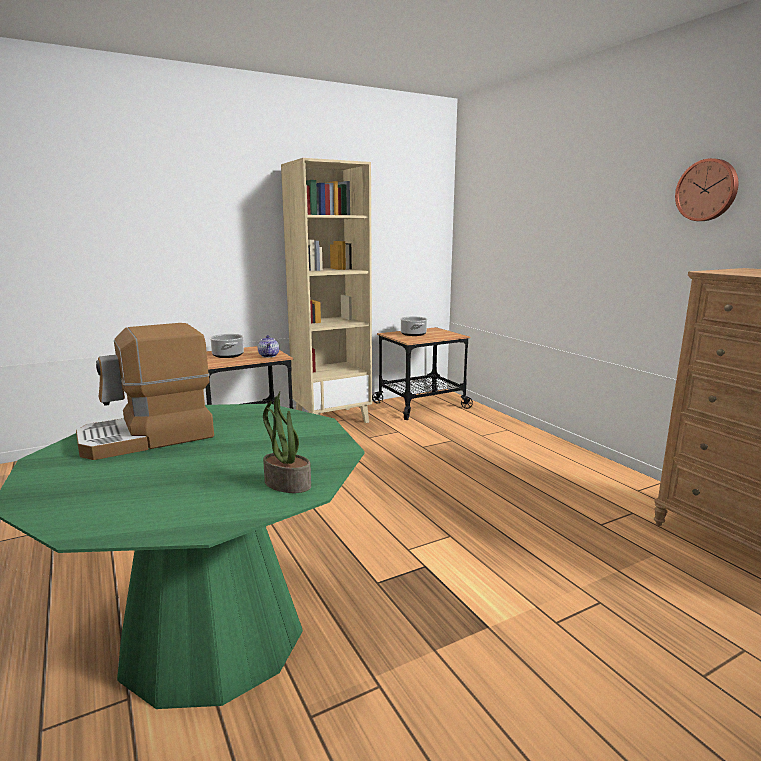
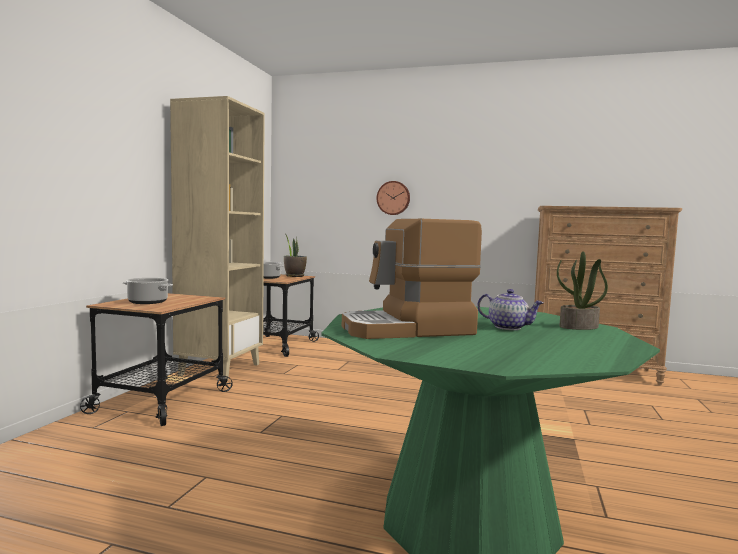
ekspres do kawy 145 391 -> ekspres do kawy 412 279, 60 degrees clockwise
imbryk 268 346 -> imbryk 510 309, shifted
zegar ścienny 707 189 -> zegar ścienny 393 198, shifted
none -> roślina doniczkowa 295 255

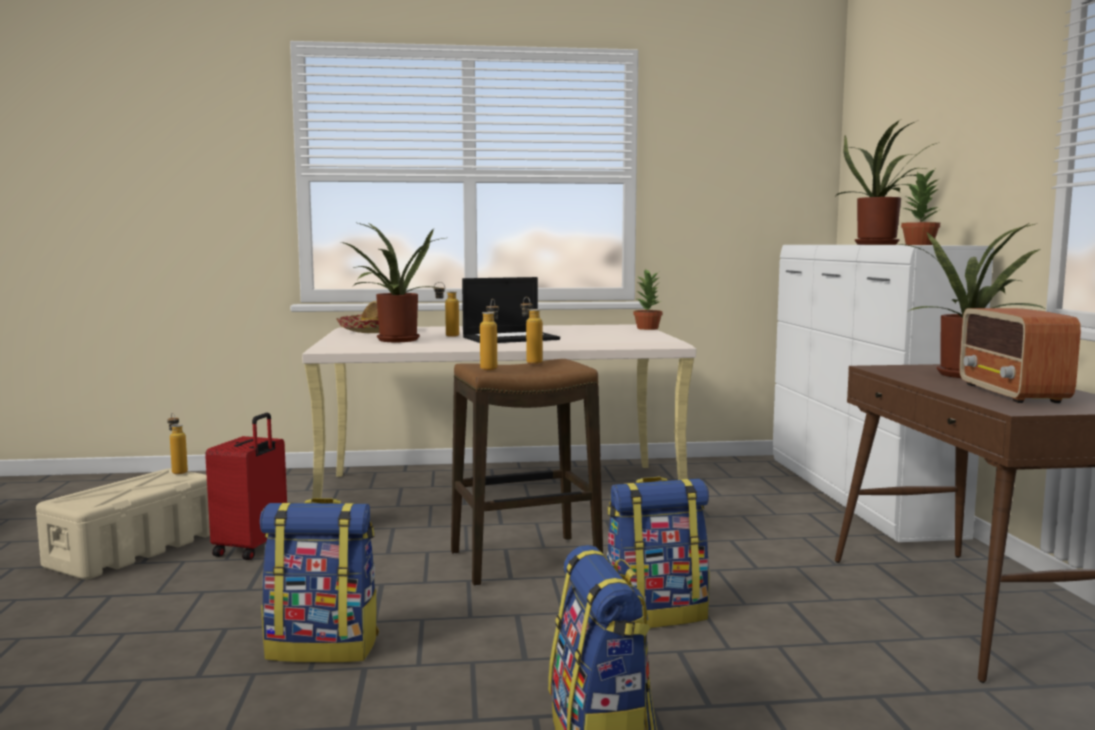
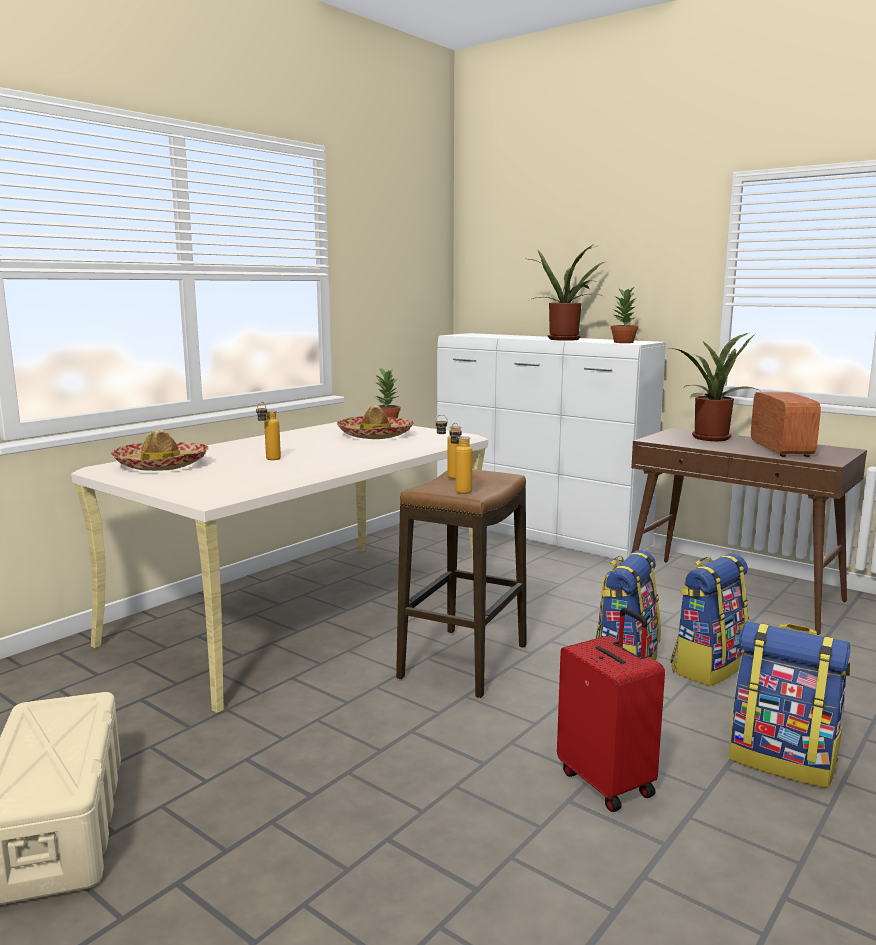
butelka 177 443 -> none
walizka/czerwony 246 486 -> walizka/czerwony 611 710, shifted
plecak 319 580 -> plecak 710 620, shifted
roślina doniczkowa 392 282 -> none
laptop 511 310 -> none
radio 1020 355 -> radio 786 424, 135 degrees counterclockwise
none -> kapelusz 375 422

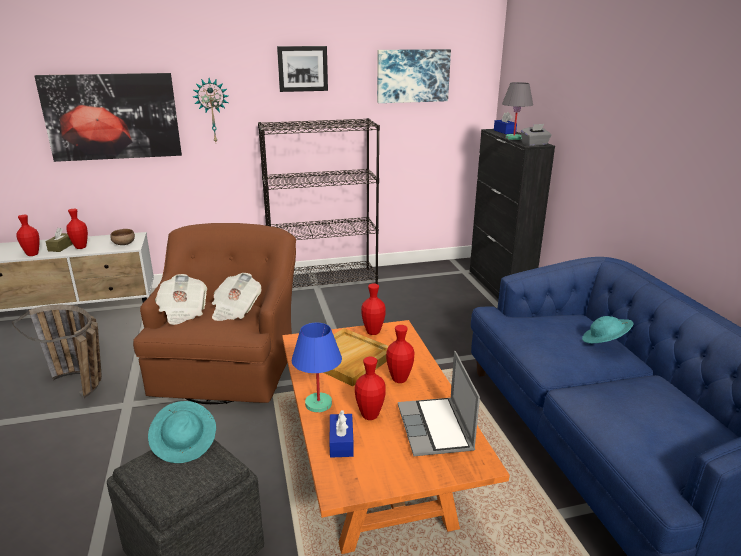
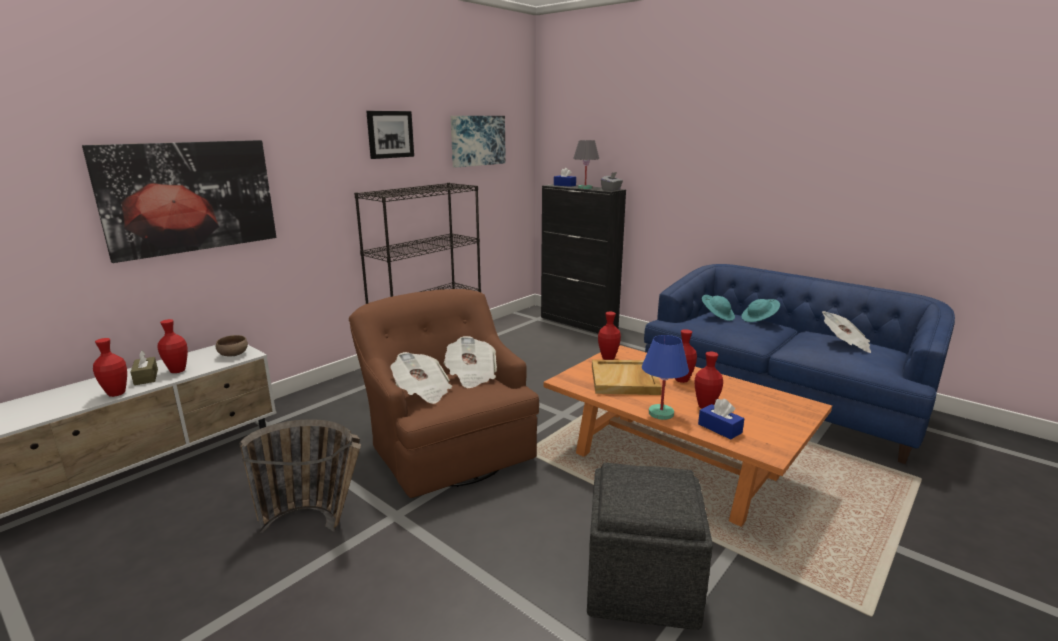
kapelusz/turkusowy 182 432 -> kapelusz/turkusowy 718 308, shifted
zegar ścienny 210 110 -> none
laptop 439 403 -> none
none -> gazeta 846 332

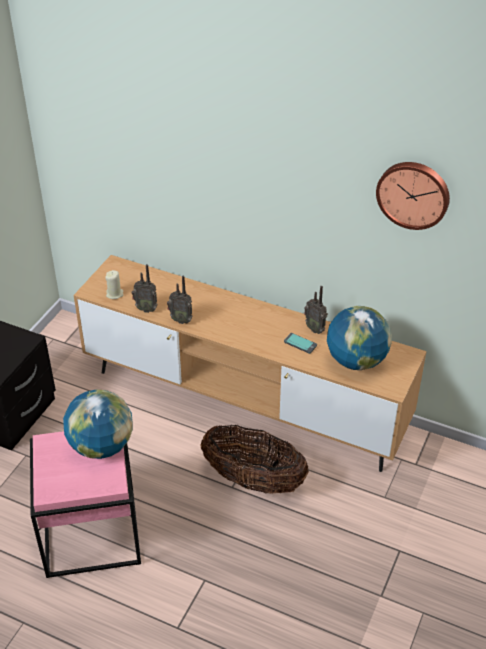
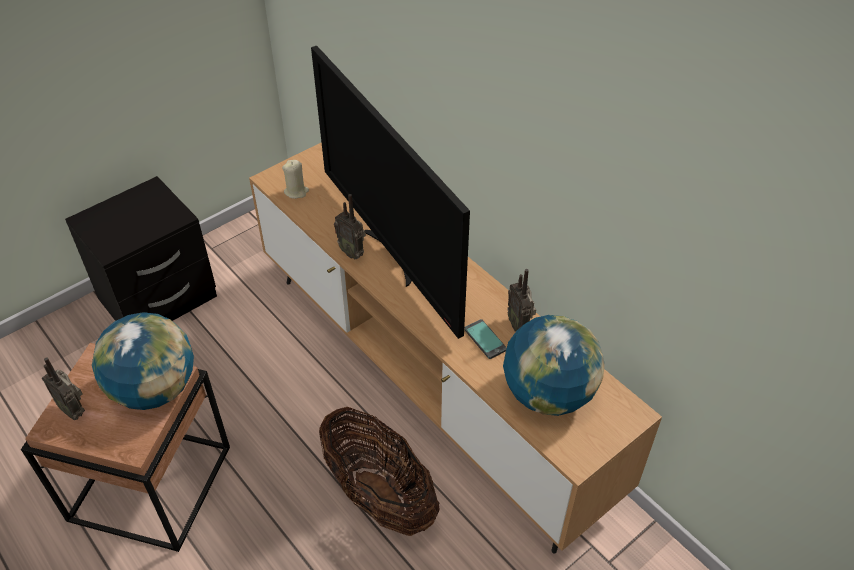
stolik/różowy 85 504 -> stolik/brązowy 125 447
radio 145 288 -> radio 63 388, shifted
zegar ścienny 413 196 -> none
none -> telewizor 390 192

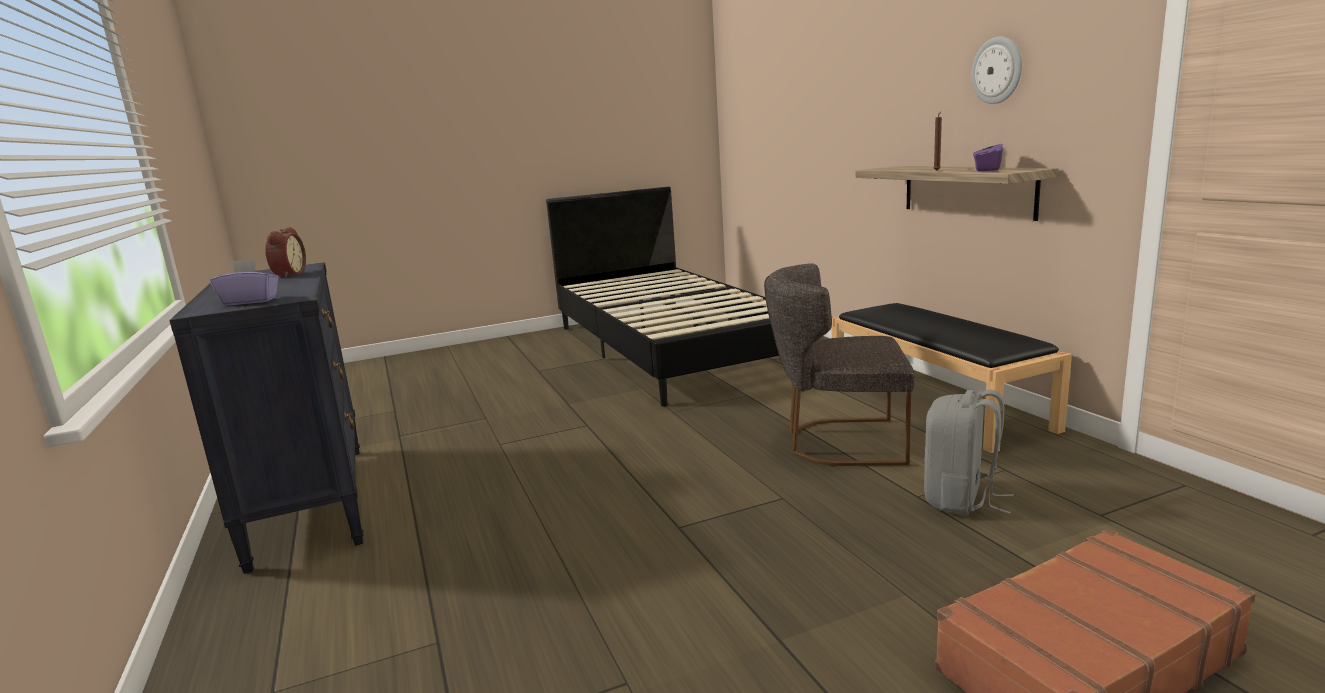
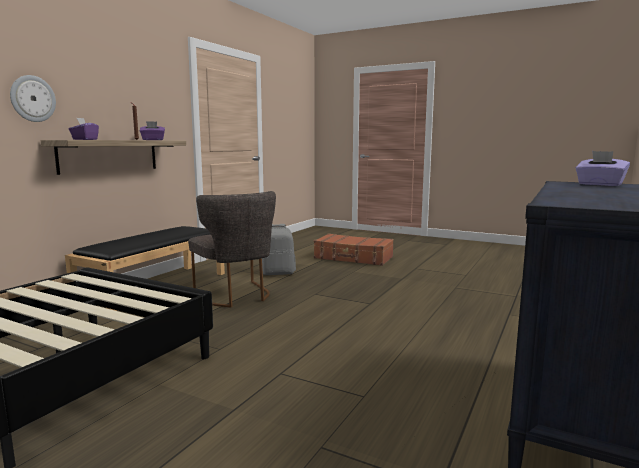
budzik 285 252 -> none
zegar ścienny 996 70 -> zegar ścienny 33 98, shifted
none -> pudełko chusteczek/fioletowy 84 129

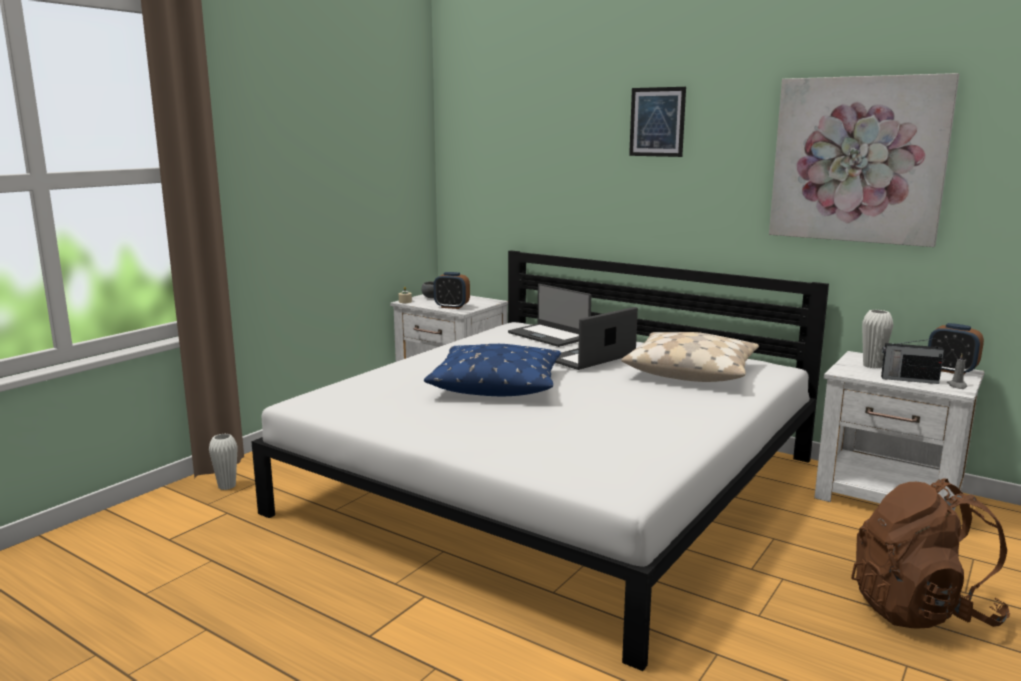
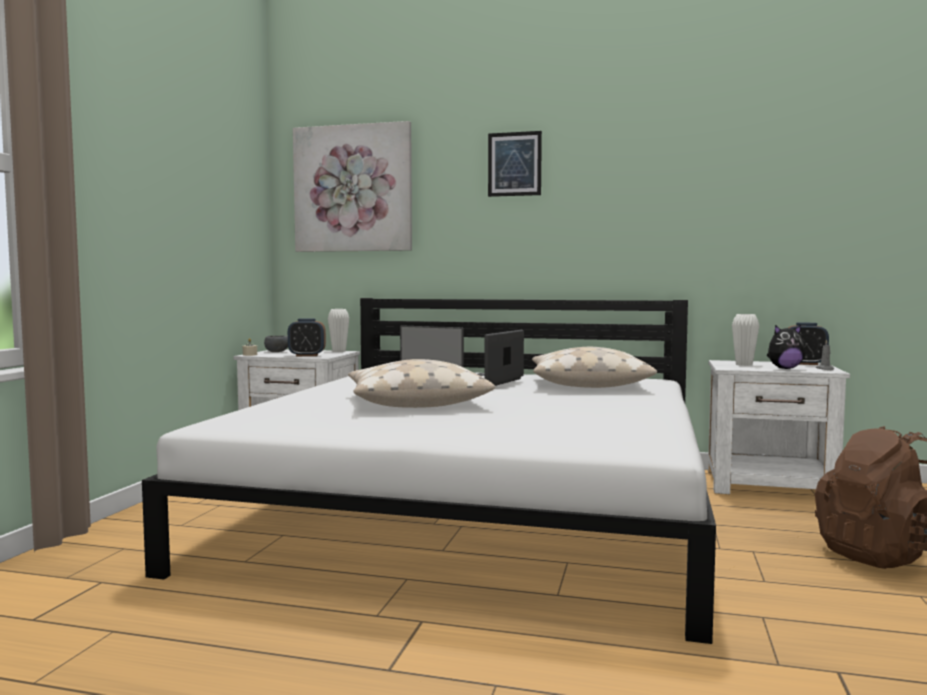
wazon/biały 223 461 -> wazon/biały 338 330, shifted
poduszka/niebieski 492 370 -> poduszka/beżowy 421 383
obraz 864 160 -> obraz 352 186, shifted
radio 912 361 -> pluszak 786 347

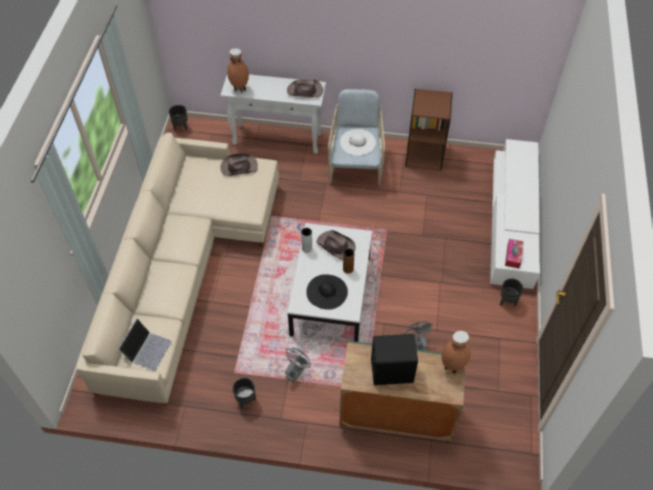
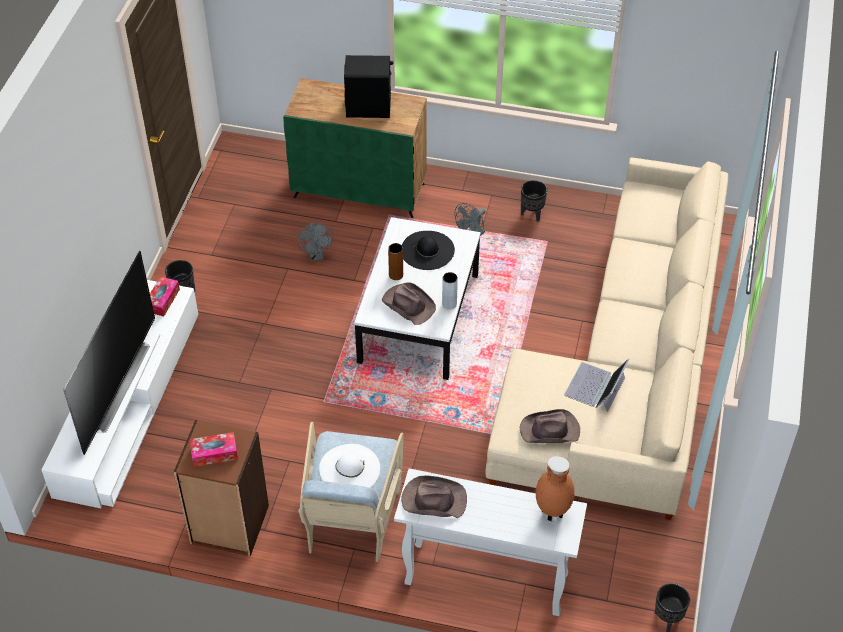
laptop 145 345 -> laptop 596 385, shifted
wazon/brązowy 456 352 -> none
none -> telewizor 109 353
none -> pudełko chusteczek 214 449

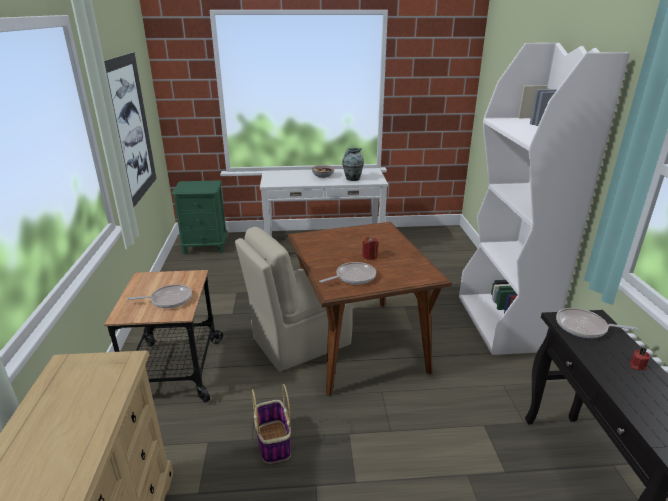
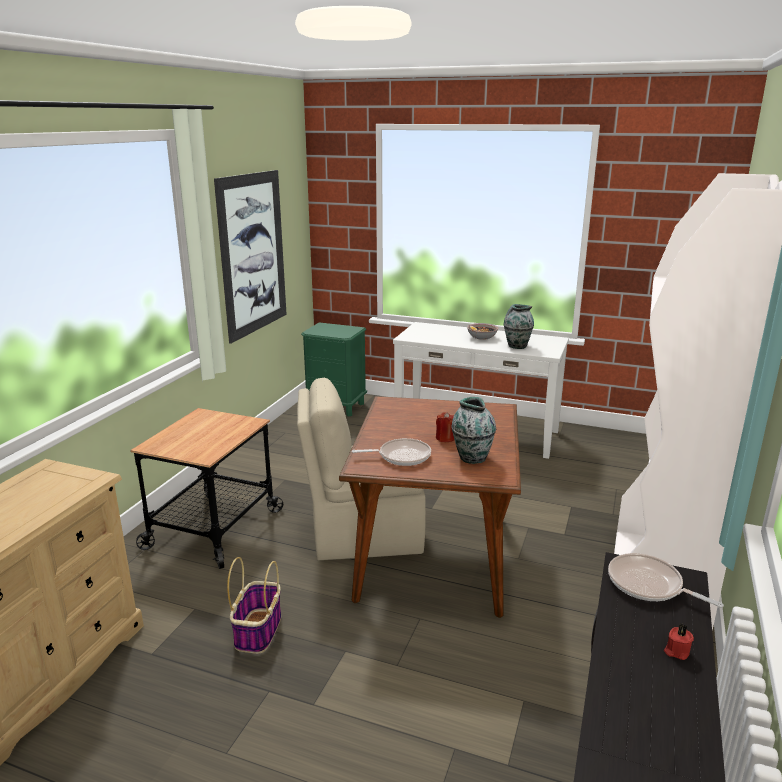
patelnia 159 296 -> none
none -> wazon 473 430

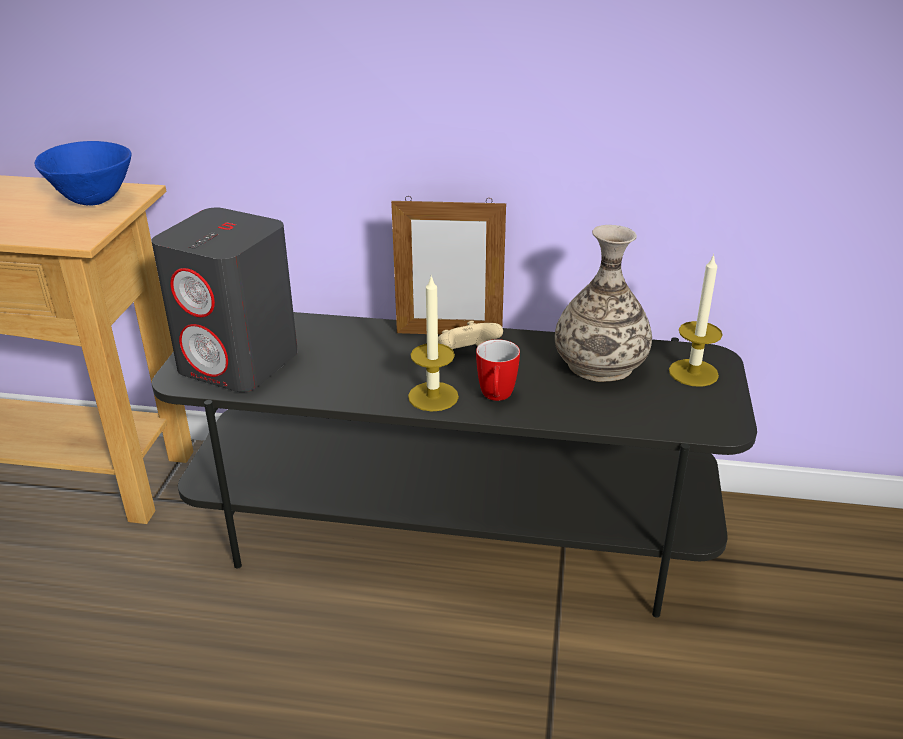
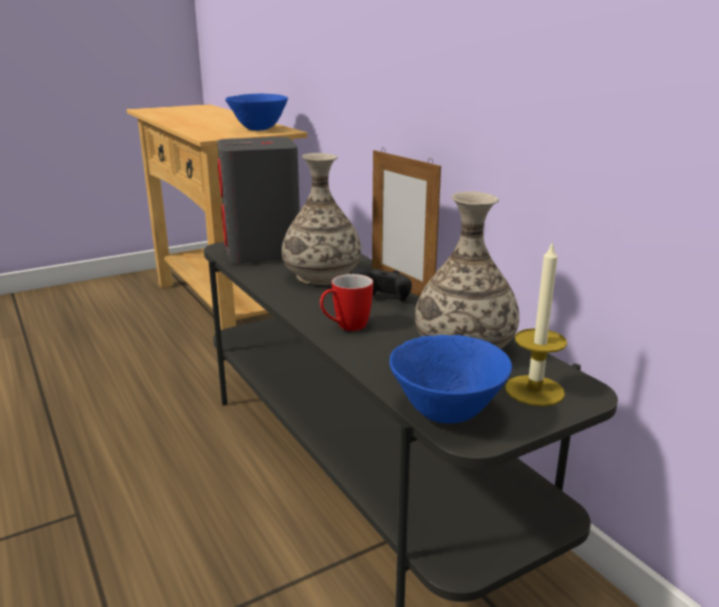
świeca 433 343 -> none
pad do gier/beżowy 470 335 -> pad do gier/czarny 381 284
none -> wazon 321 219
none -> miska/niebieski 450 379

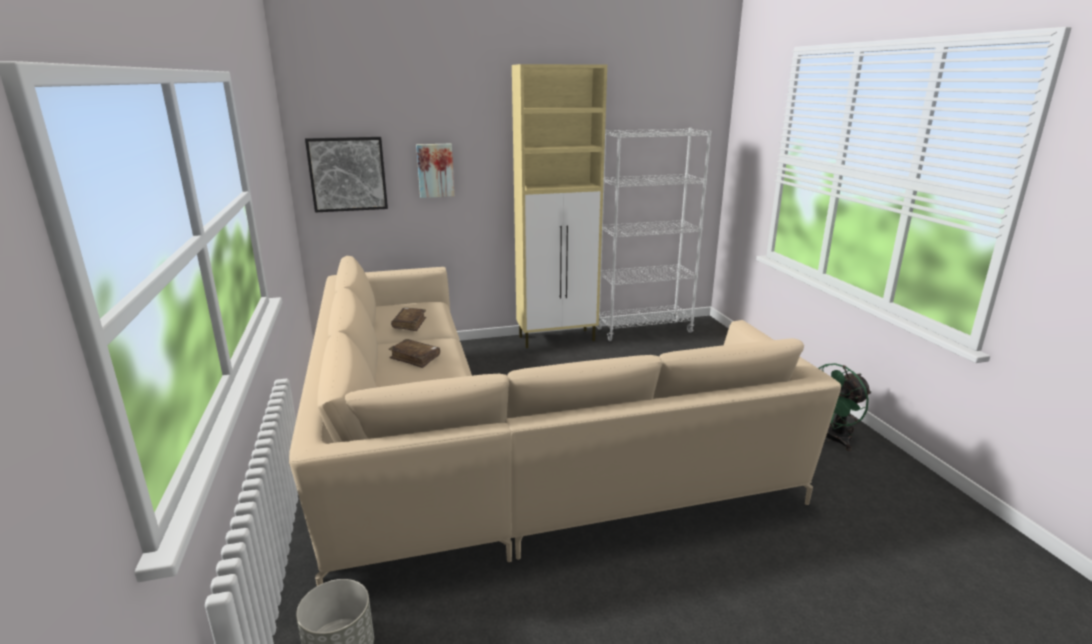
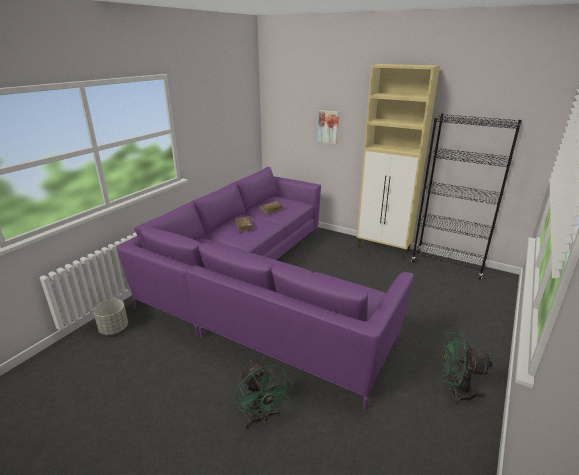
kanapa/beżowy 565 421 -> kanapa/fioletowy 265 288
obraz 346 174 -> none
regał/biały 654 234 -> regał/czarny 466 196
none -> wentylator/zielony 264 394

